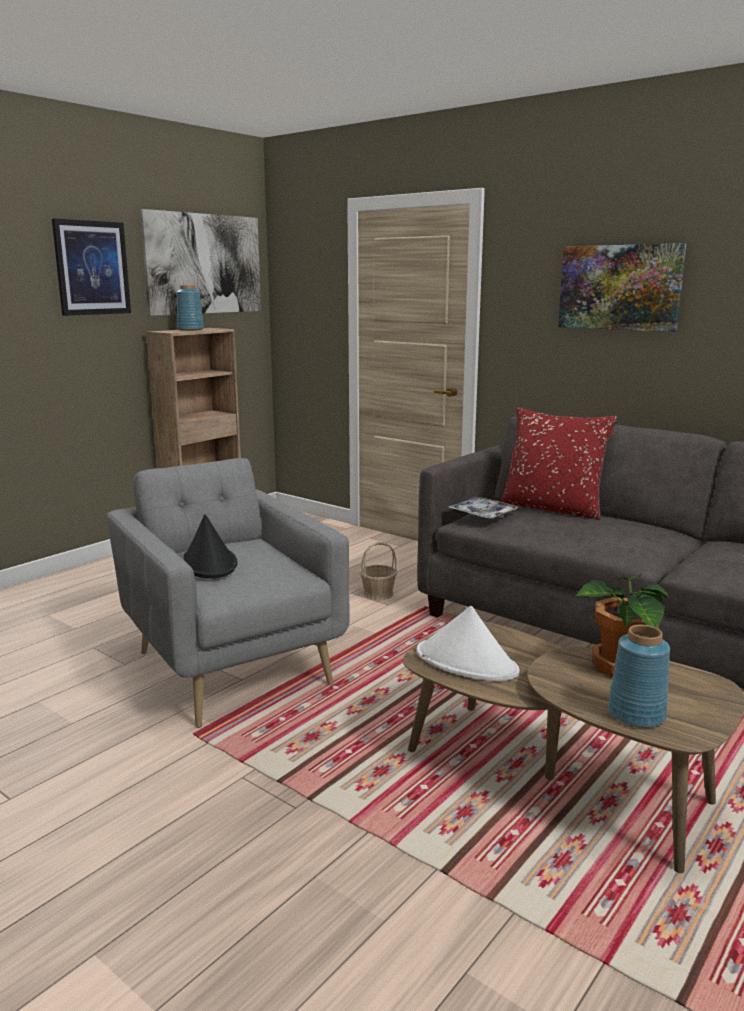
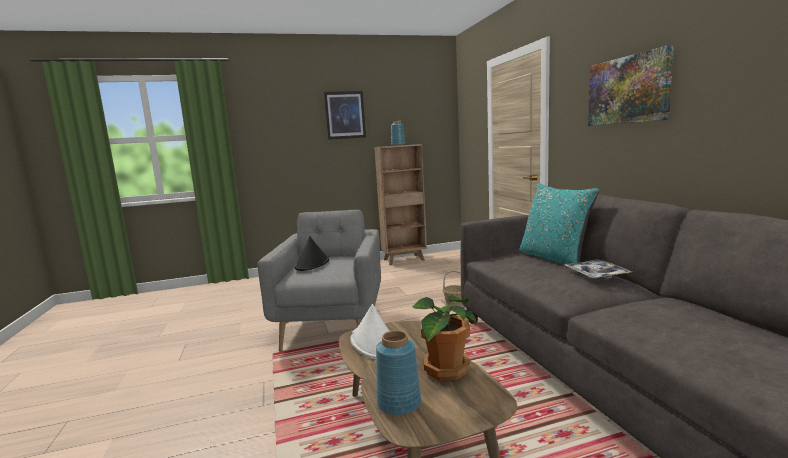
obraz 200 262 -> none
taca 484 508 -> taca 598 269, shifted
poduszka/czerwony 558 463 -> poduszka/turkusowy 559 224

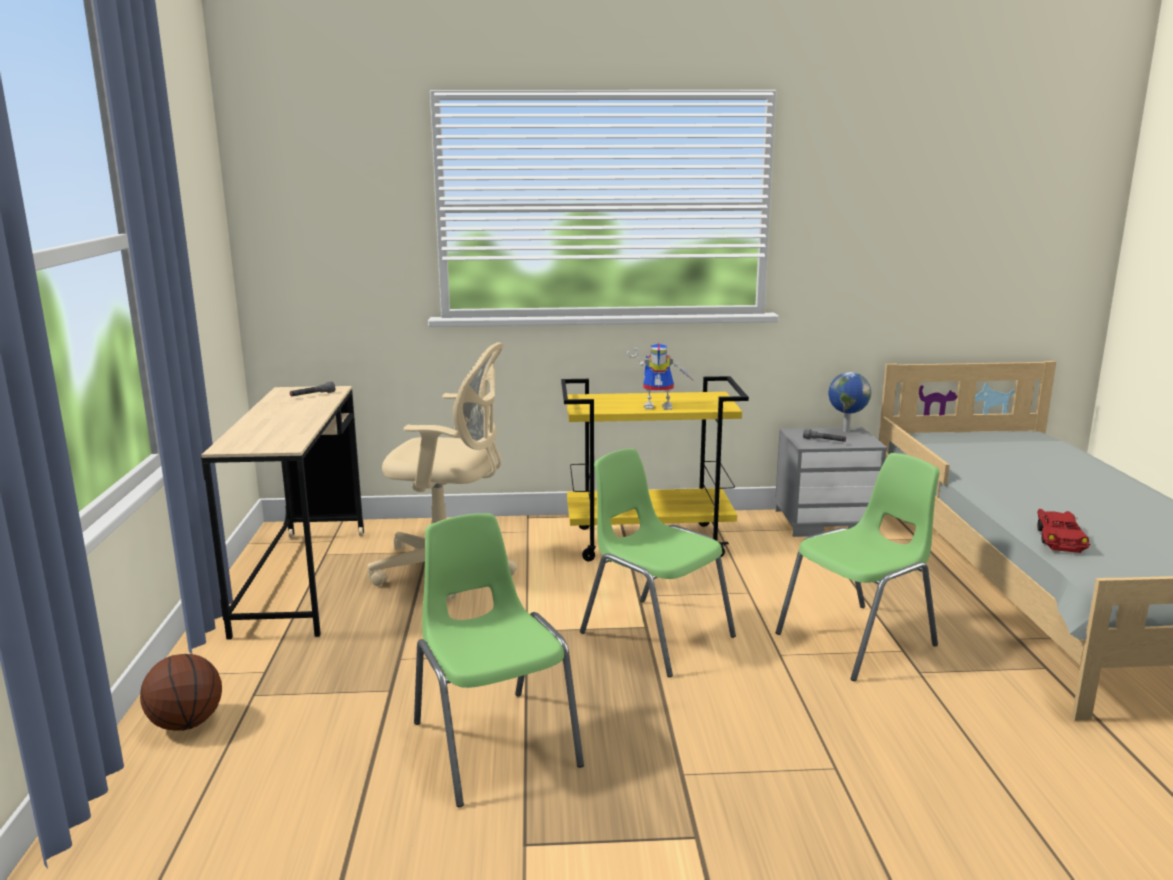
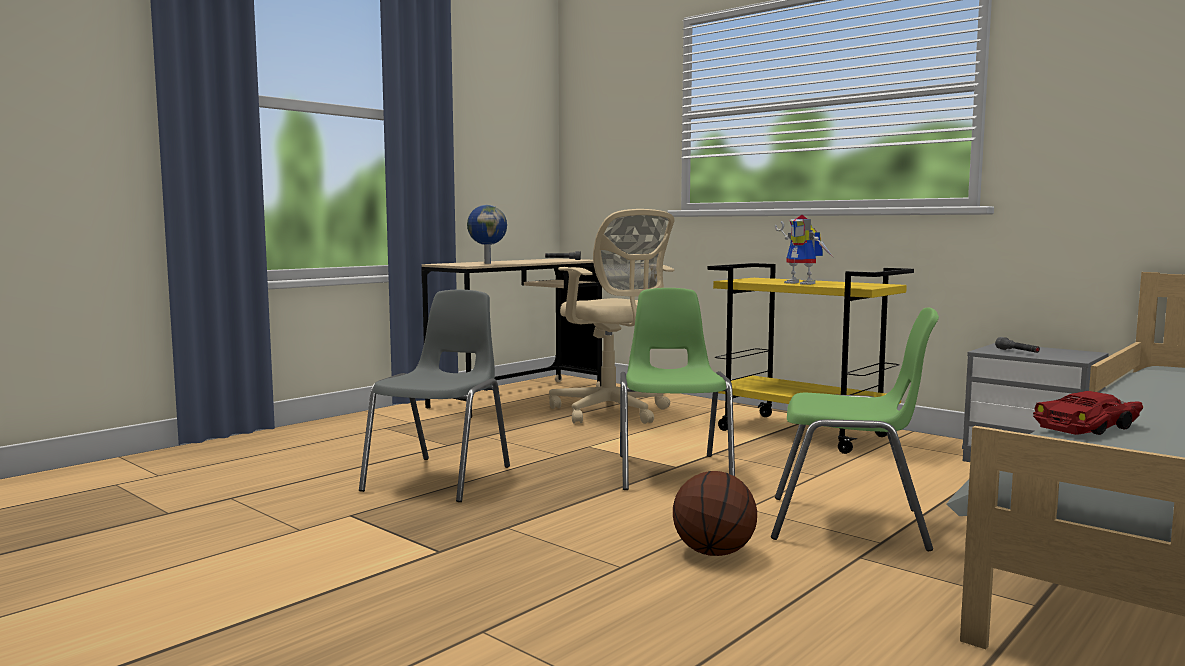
piłka do koszykówki 181 692 -> piłka do koszykówki 715 513, shifted
krzesło/zielony 499 660 -> krzesło/szary 434 396
globus 849 402 -> globus 487 234, shifted

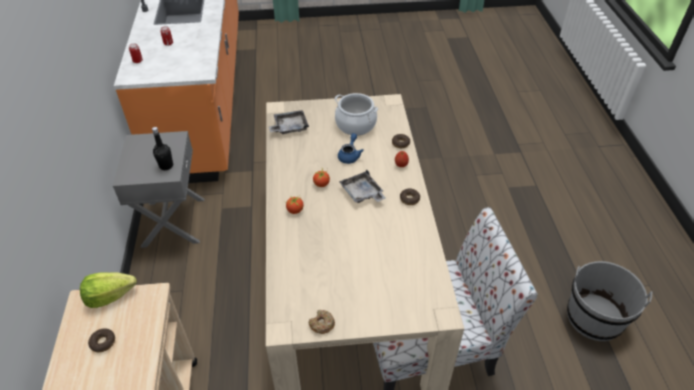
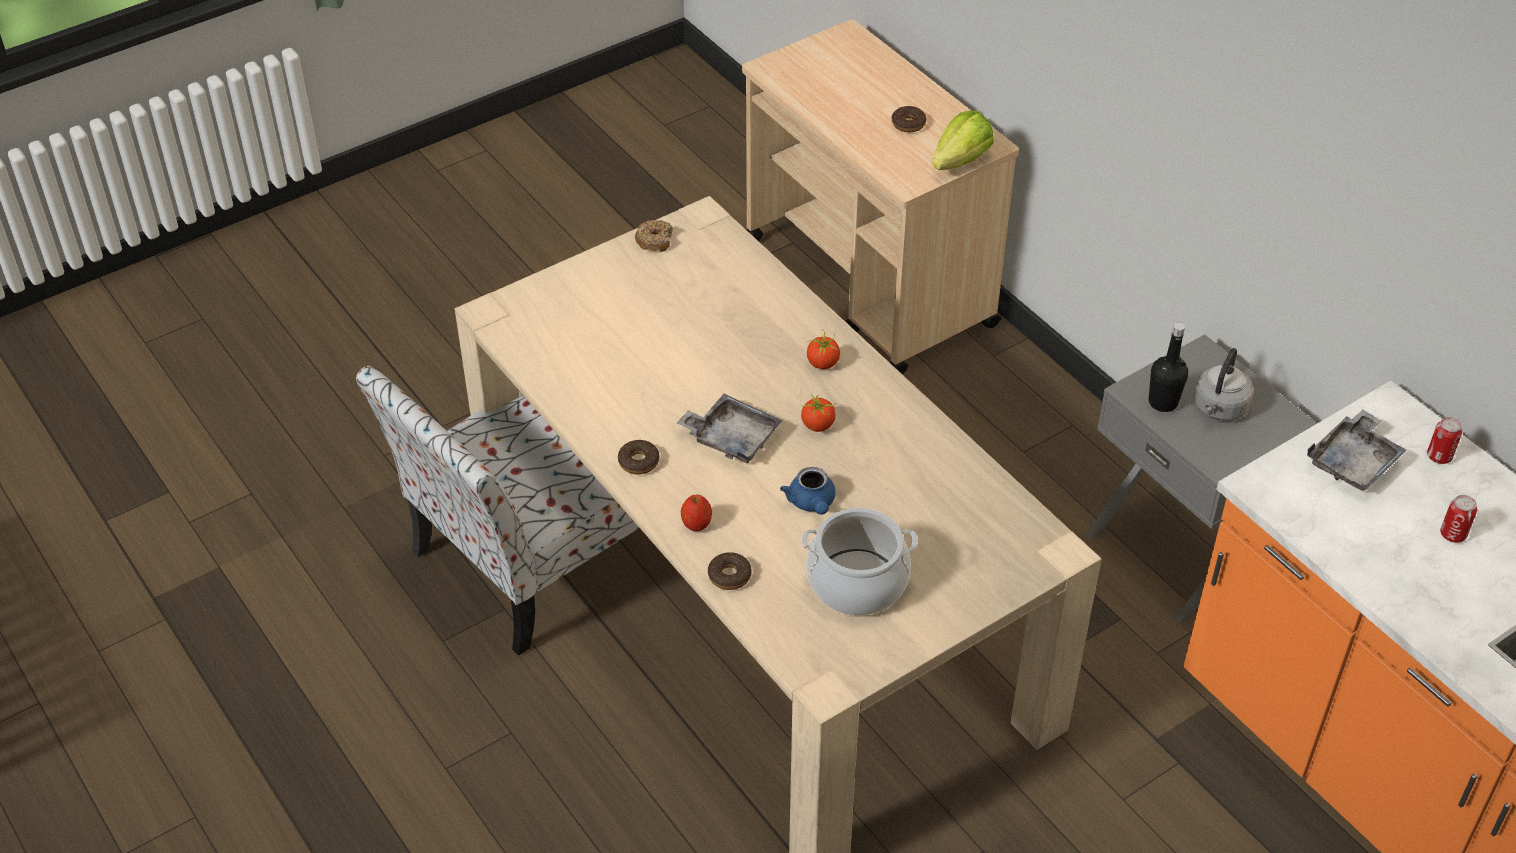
taca/szary 289 122 -> taca/szary 1356 450, shifted
wiadro/szary 609 301 -> none
none -> czajnik/szary 1224 384

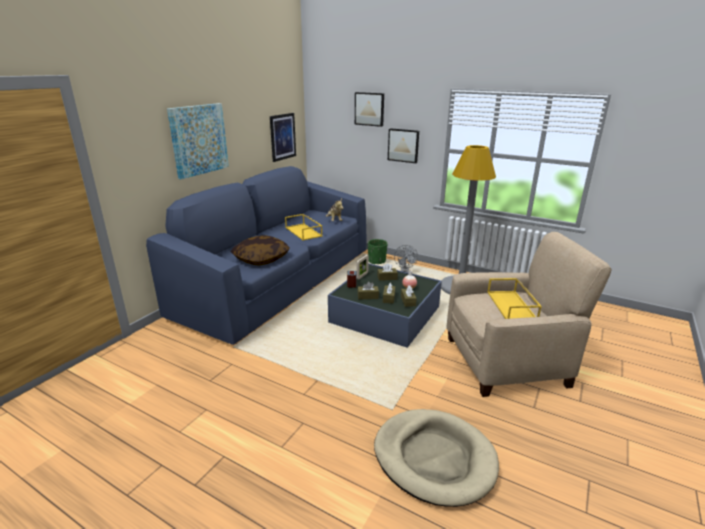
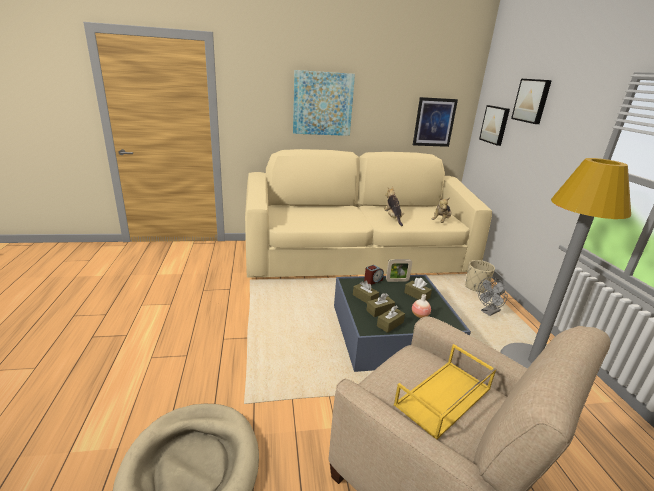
kanapa/niebieski 256 255 -> kanapa/beżowy 368 213
poduszka 260 251 -> none
taca/żółty 303 227 -> pluszak 394 206
donica/zielony 378 251 -> donica/beżowy 480 276
obraz 403 145 -> obraz 494 125, shifted

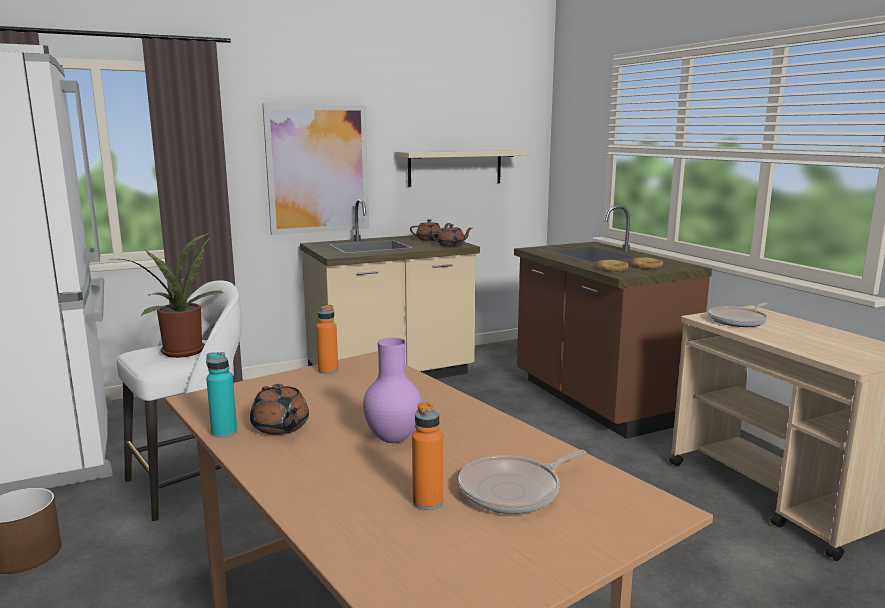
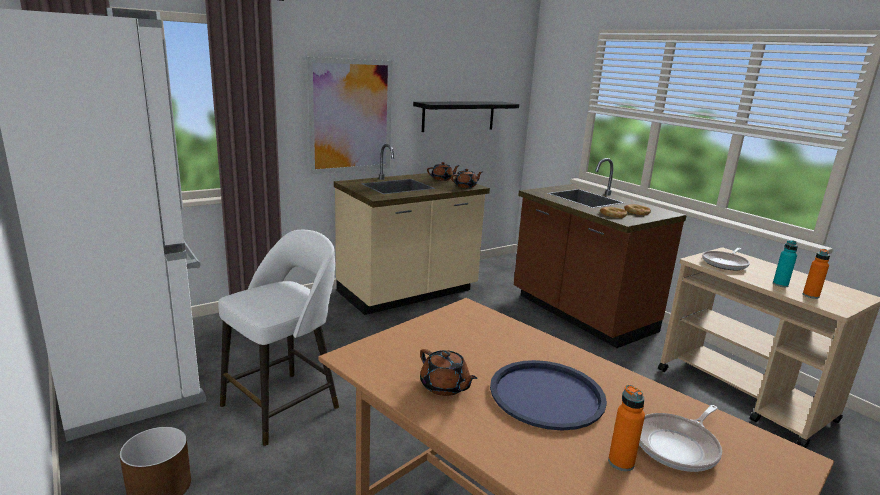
roślina doniczkowa 171 295 -> none
butelka/turkusowy 221 394 -> butelka/turkusowy 785 263, shifted
butelka/pomarańczowy 327 339 -> butelka/pomarańczowy 816 274, shifted
wazon/fioletowy 392 390 -> taca/niebieski 548 395
półka/beżowy 462 168 -> półka/czarny 466 116

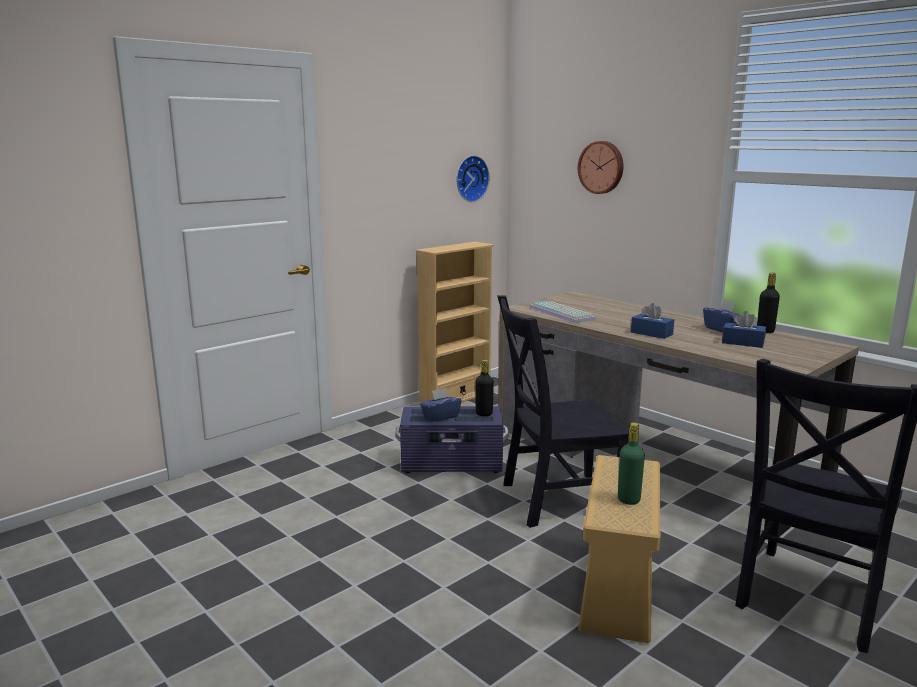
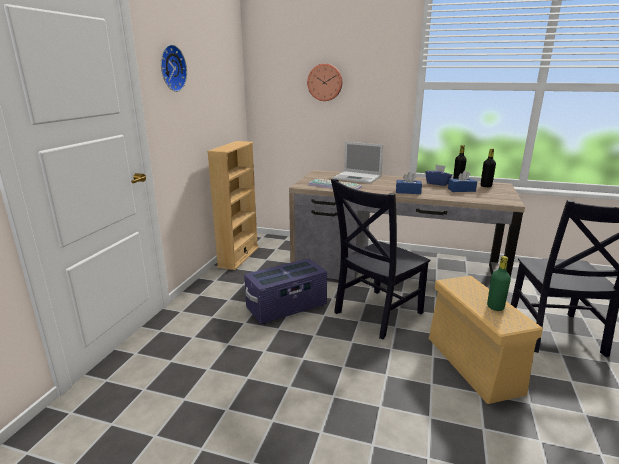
pudełko chusteczek/niebieski 441 405 -> none
zegar ścienny 472 178 -> zegar ścienny 174 68, shifted
butelka/czarny 484 388 -> butelka/czarny 488 167, shifted
none -> laptop 358 163

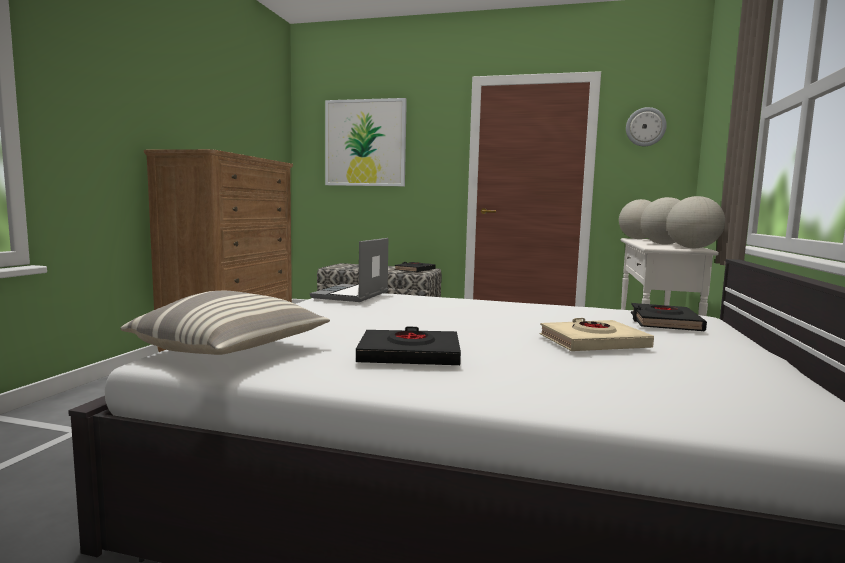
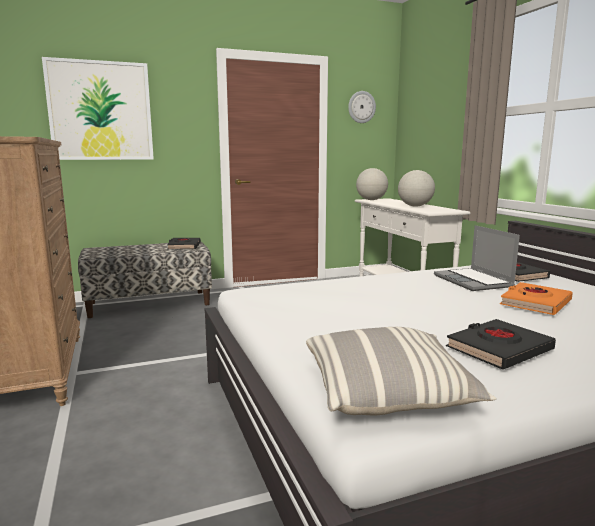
laptop 349 270 -> laptop 477 258, shifted
książka/beżowy 597 334 -> książka/pomarańczowy 536 298
globus 696 222 -> none

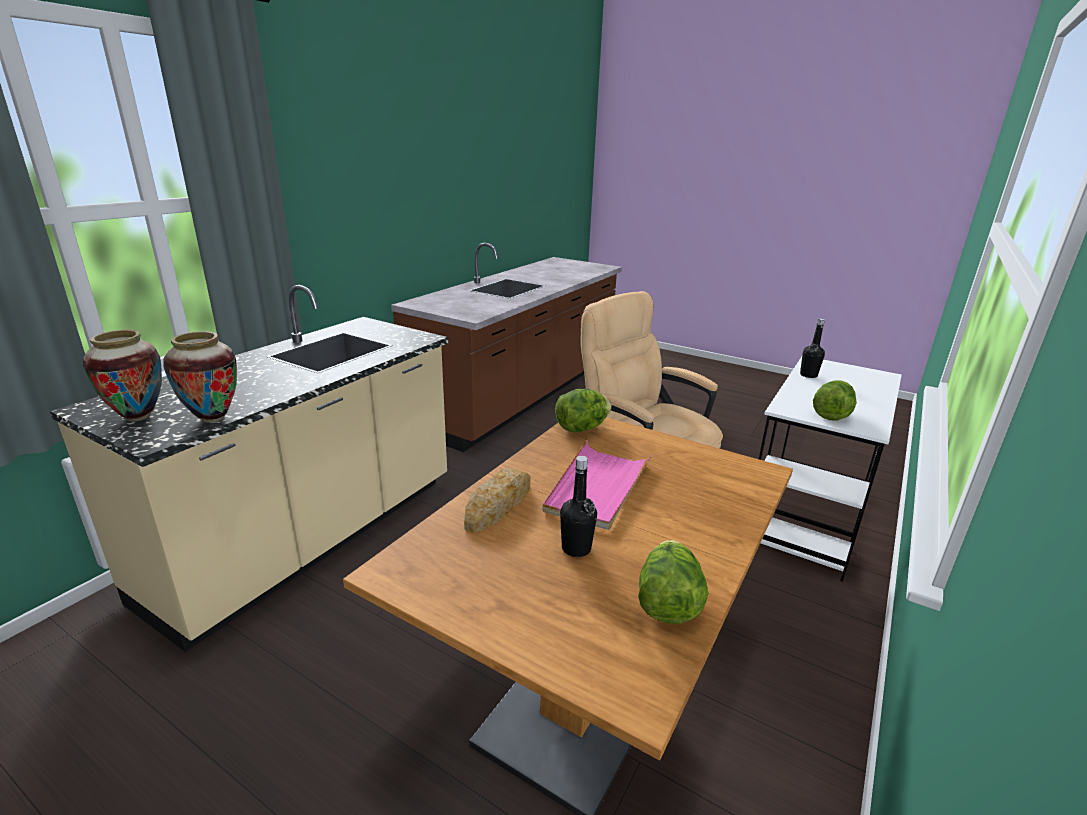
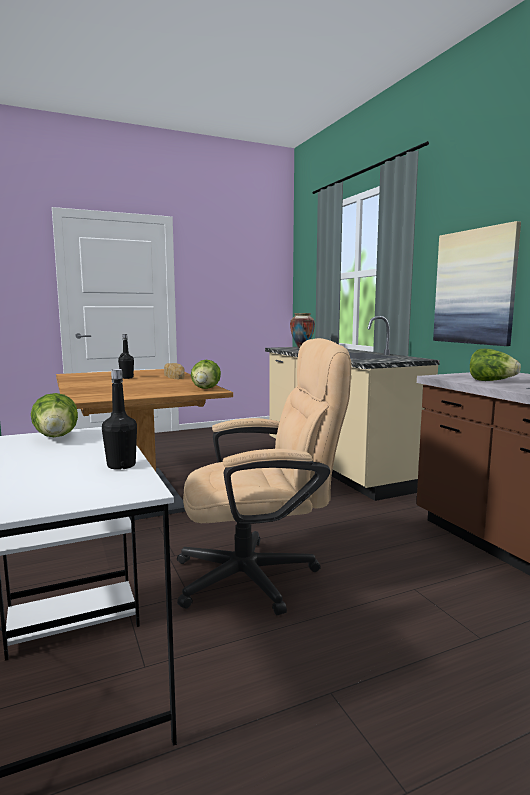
wazon 200 377 -> none
taca/różowy 597 485 -> none
sałata 673 582 -> sałata 495 365, shifted
none -> obraz 477 283

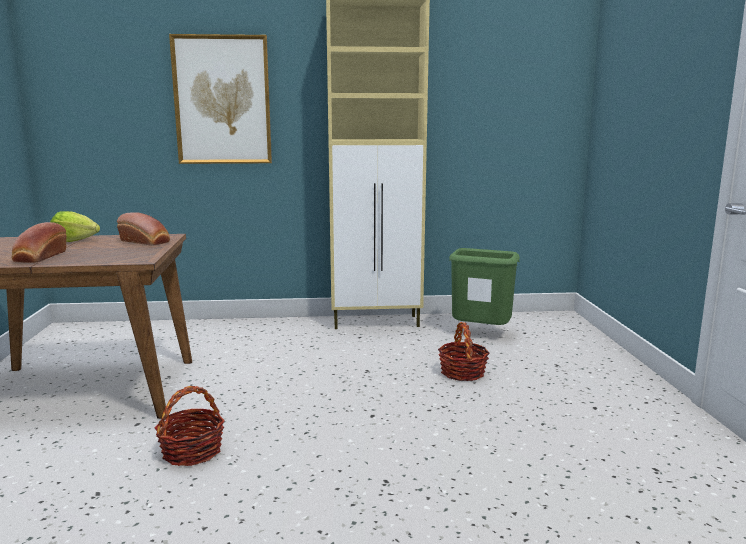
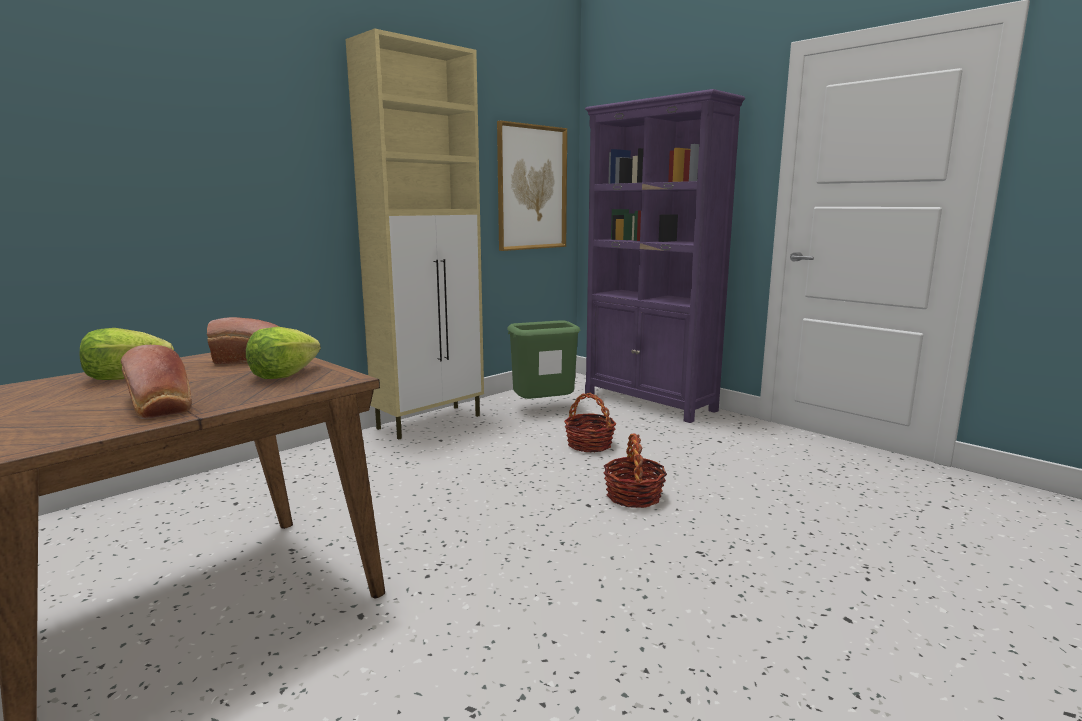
koszyk 190 426 -> koszyk 635 470, shifted
obraz 220 99 -> obraz 532 186, shifted
none -> sałata 283 353
none -> regał/fioletowy 665 256

